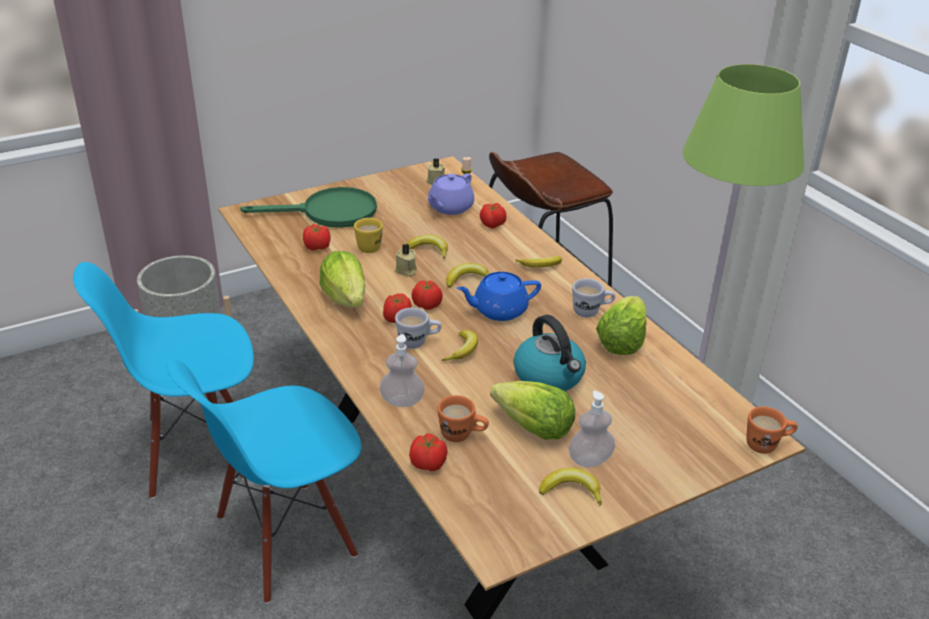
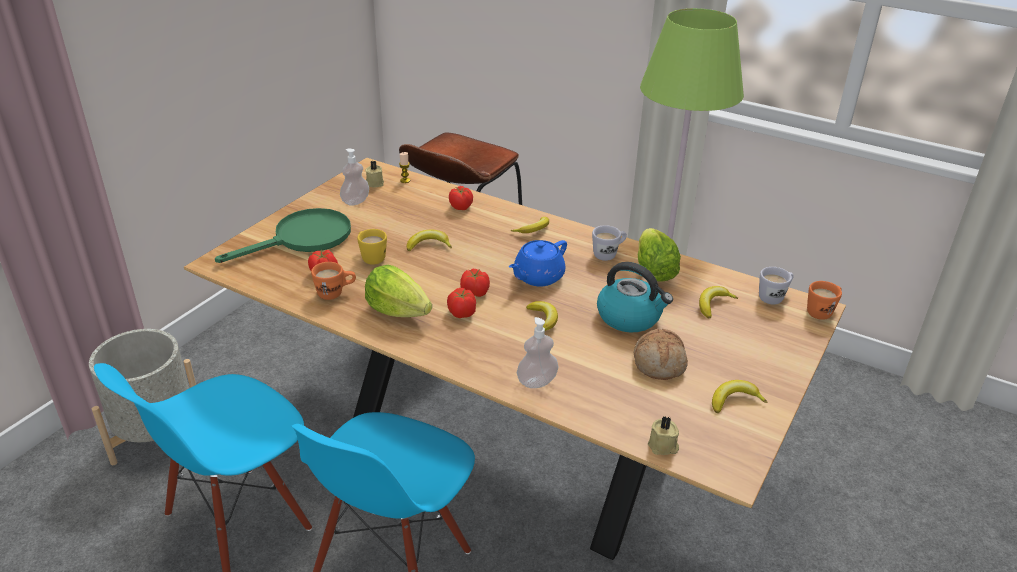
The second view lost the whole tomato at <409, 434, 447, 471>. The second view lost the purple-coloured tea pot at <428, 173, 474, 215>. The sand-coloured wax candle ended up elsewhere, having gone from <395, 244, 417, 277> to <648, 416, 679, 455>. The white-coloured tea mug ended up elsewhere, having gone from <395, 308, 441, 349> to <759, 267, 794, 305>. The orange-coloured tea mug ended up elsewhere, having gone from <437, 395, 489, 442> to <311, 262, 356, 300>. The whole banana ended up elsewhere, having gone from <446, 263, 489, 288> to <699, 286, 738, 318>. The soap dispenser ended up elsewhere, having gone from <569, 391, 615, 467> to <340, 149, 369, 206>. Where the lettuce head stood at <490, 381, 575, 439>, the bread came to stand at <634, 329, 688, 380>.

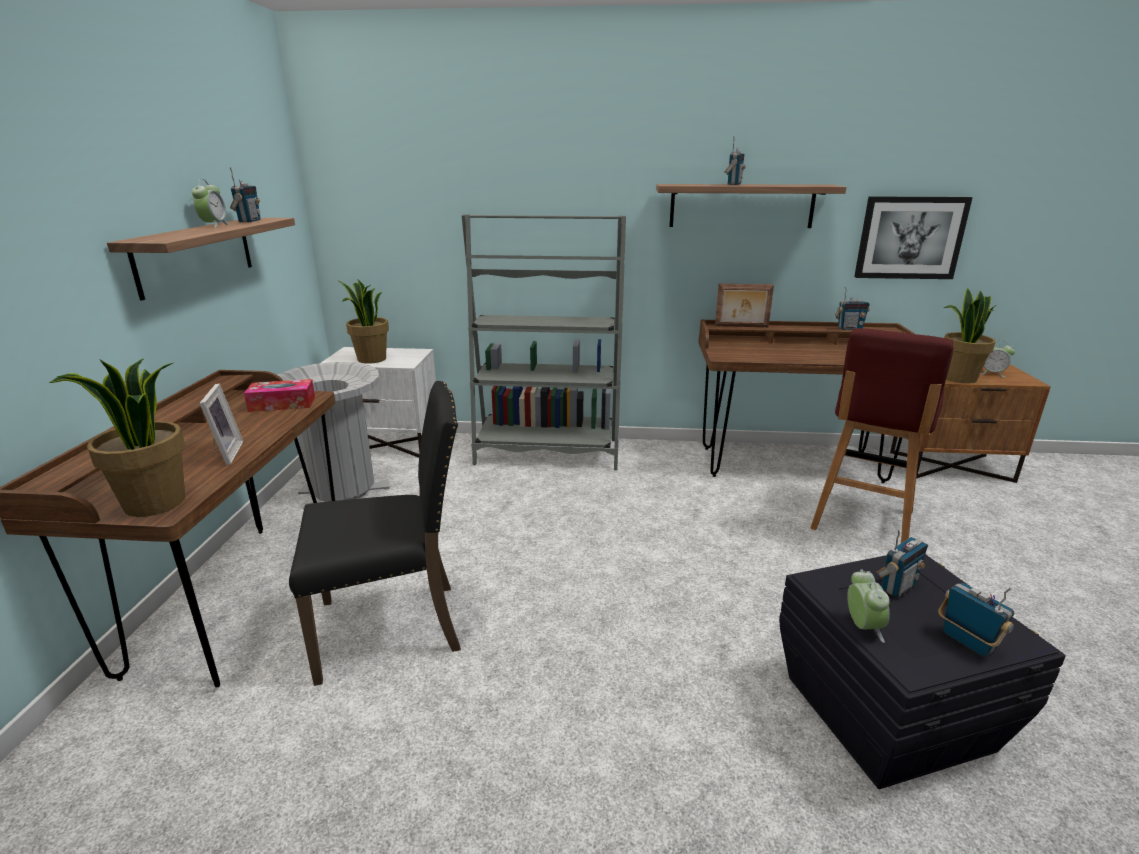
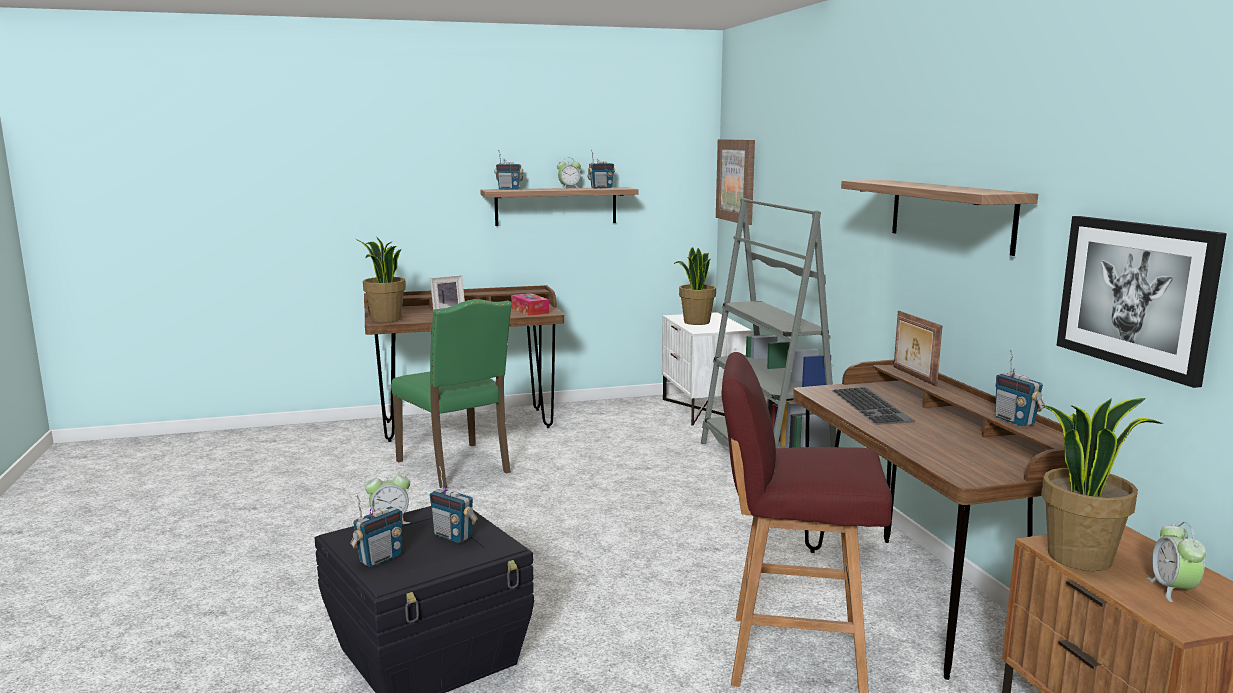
The second view lost the grey waste bin at <278, 362, 390, 509>. The second view gained the picture at <716, 139, 755, 225>. The second view gained the PC keyboard at <831, 387, 915, 425>. The radio ended up elsewhere, having gone from <724, 136, 745, 185> to <494, 150, 523, 190>. What was the black chair at <289, 381, 461, 686> turned into the green-coloured chair at <391, 299, 512, 488>.

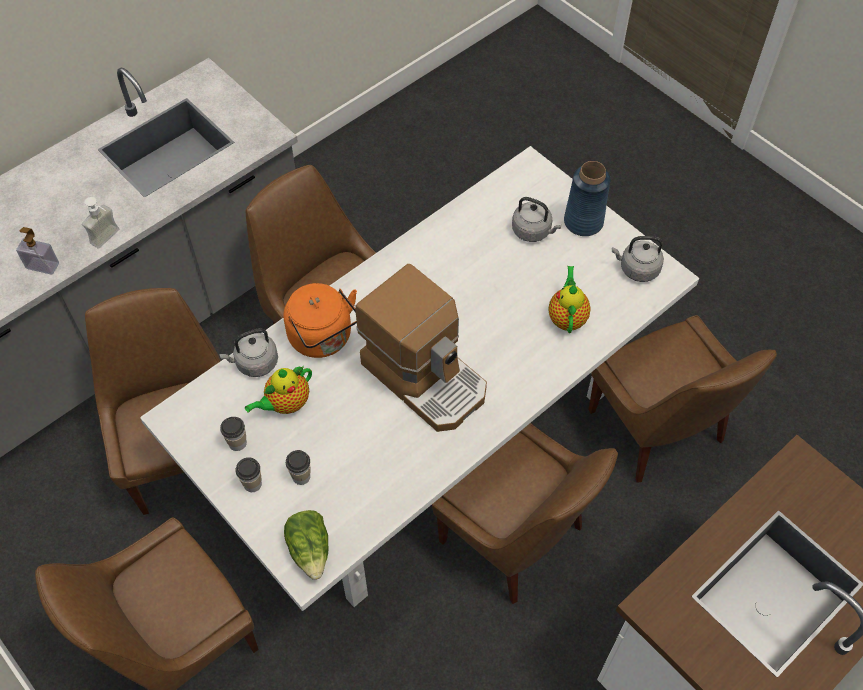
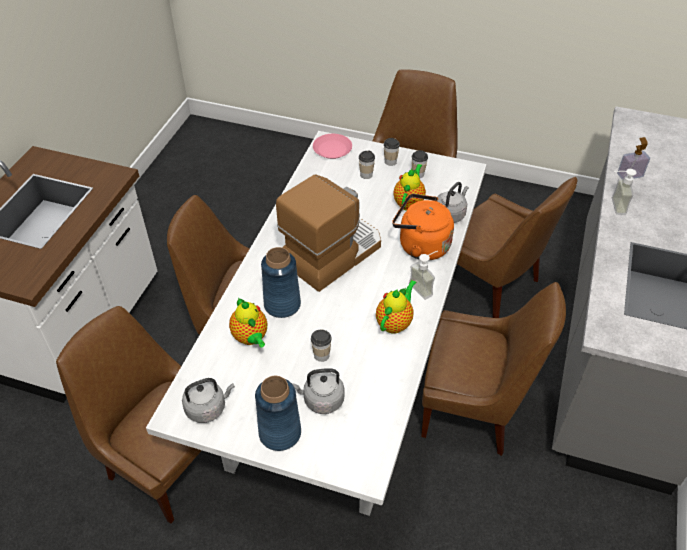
The second view gained the bluish flower vase at <261, 247, 301, 318>. The second view gained the cup at <311, 330, 332, 362>. The second view gained the tea pot at <376, 280, 417, 334>. The second view gained the soap dispenser at <409, 251, 438, 300>. Where the lettuce head stood at <284, 510, 328, 580>, the pinkish dinner plate came to stand at <313, 134, 352, 159>. The coffee machine at <355, 264, 487, 432> ended up facing another way, 120 degrees clockwise from before.

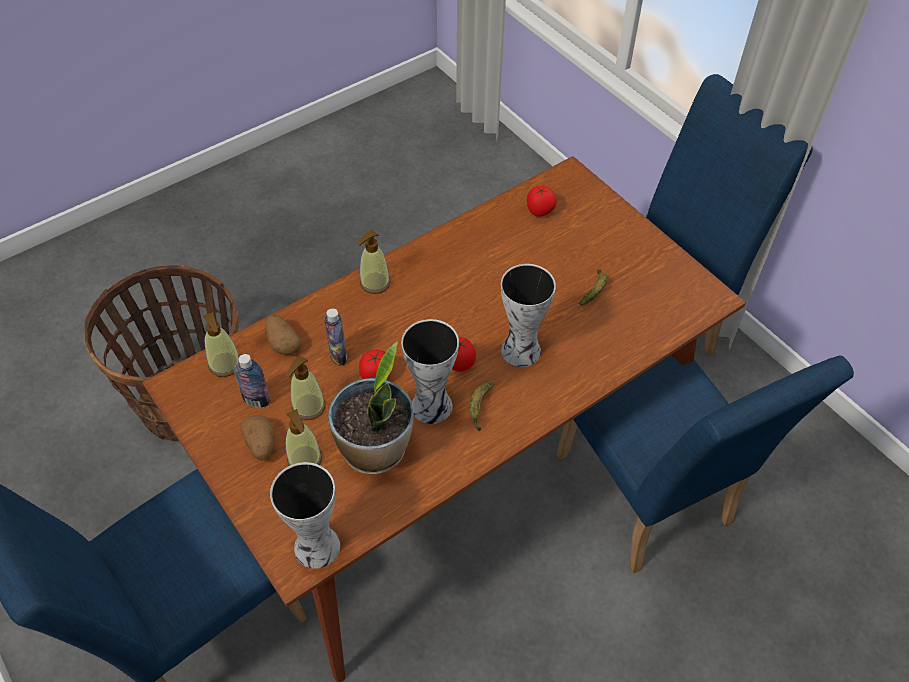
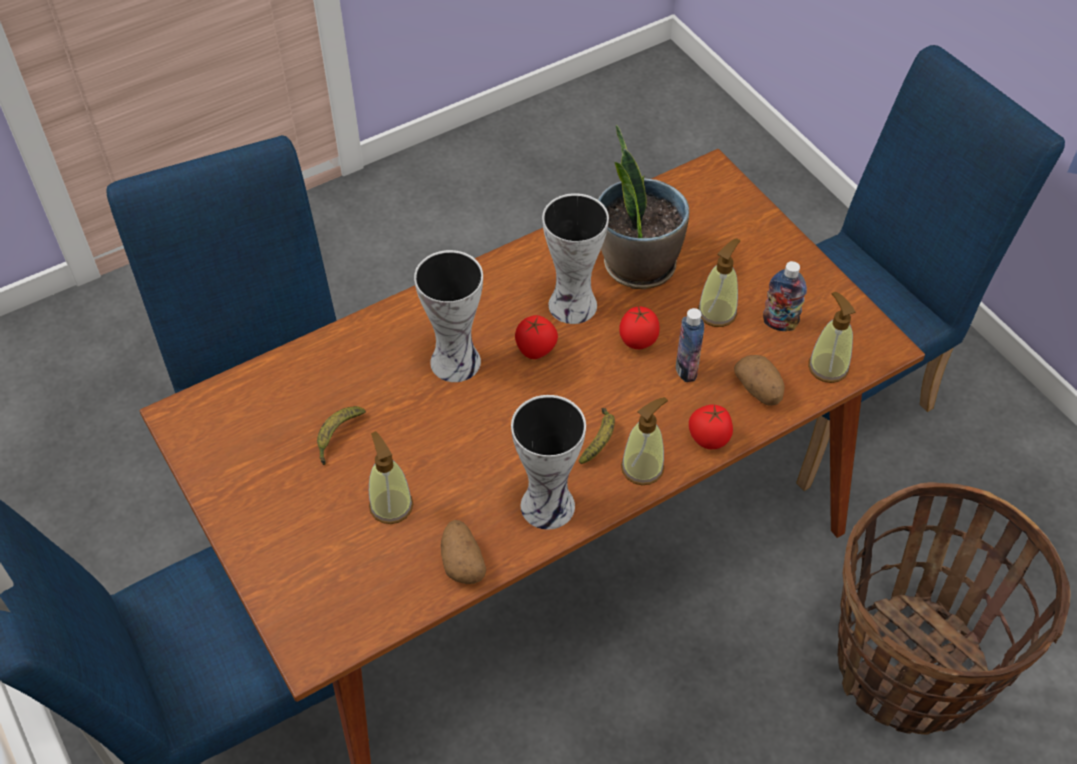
The whole potato ended up elsewhere, having gone from <241, 415, 275, 460> to <441, 520, 486, 584>. The flower vase ended up elsewhere, having gone from <270, 462, 340, 569> to <511, 395, 586, 530>. The soap dispenser ended up elsewhere, having gone from <286, 409, 322, 466> to <369, 431, 413, 524>. The whole banana ended up elsewhere, having gone from <470, 381, 495, 431> to <579, 408, 615, 464>. The whole tomato ended up elsewhere, having gone from <527, 185, 557, 217> to <689, 405, 733, 449>.

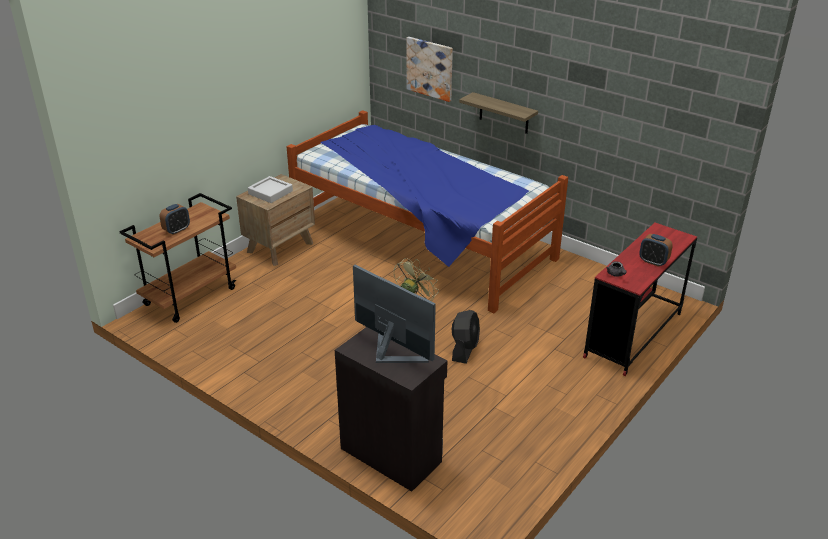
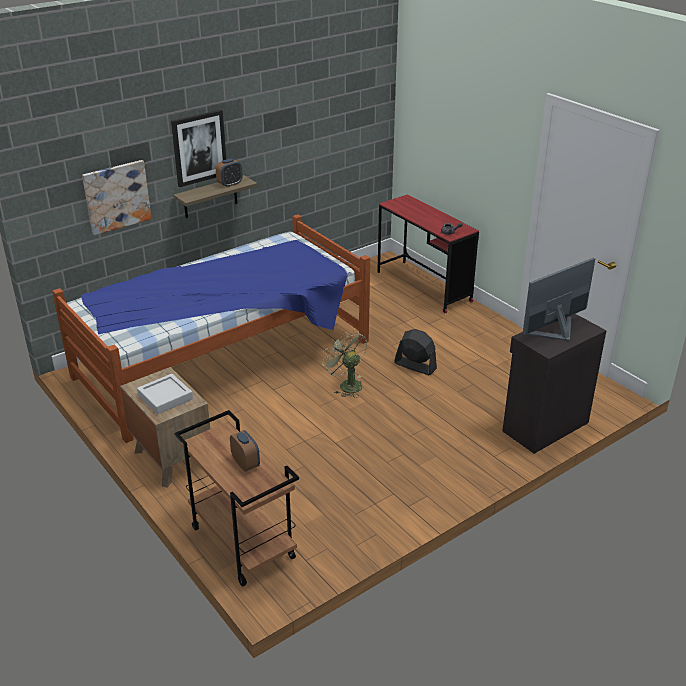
The second view gained the picture at <171, 110, 226, 187>. The alarm clock ended up elsewhere, having gone from <639, 234, 673, 267> to <216, 158, 243, 187>.

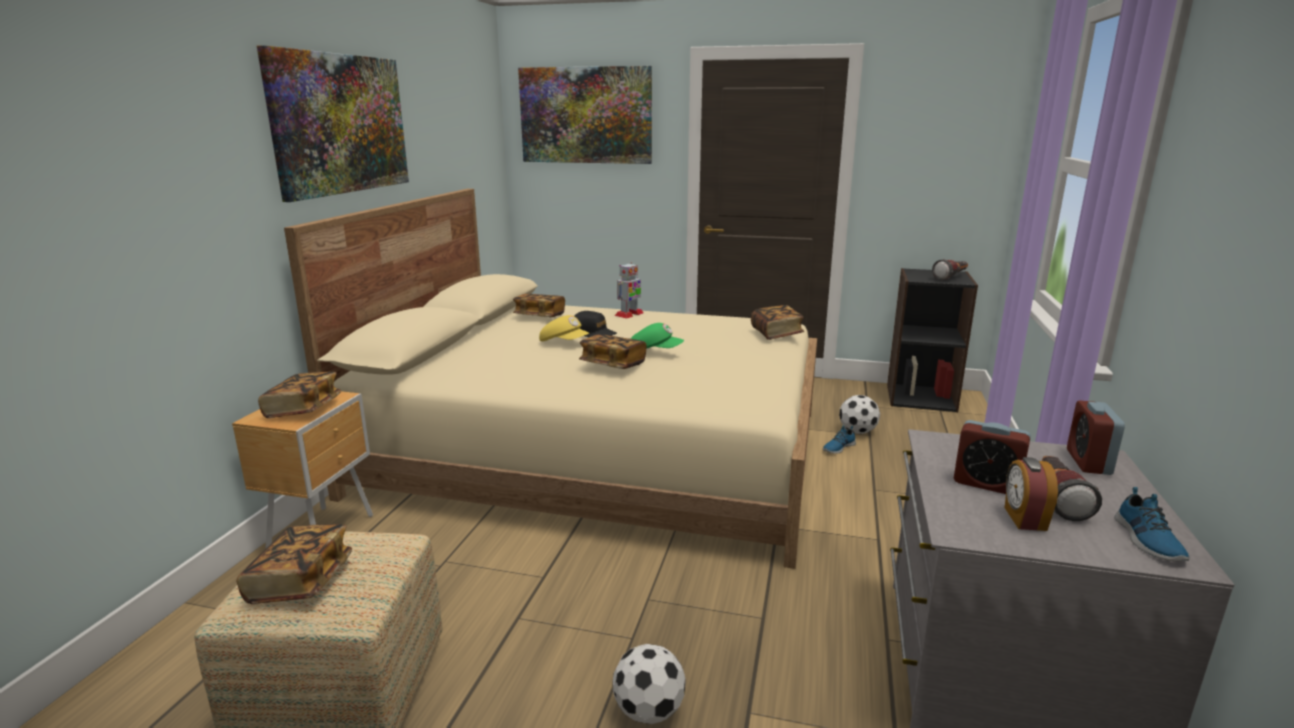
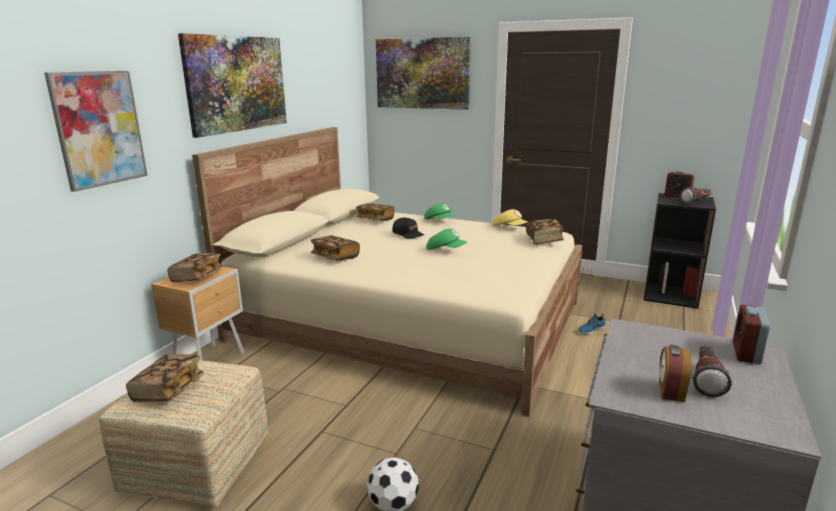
The second view lost the football ball at <839, 395, 880, 434>. The second view lost the item of footwear at <1115, 487, 1190, 561>. The second view gained the picture at <44, 71, 148, 192>. The yellowish cap ended up elsewhere, having gone from <539, 315, 589, 341> to <493, 209, 527, 226>. The bound book ended up elsewhere, having gone from <579, 334, 647, 369> to <311, 235, 360, 261>. The alarm clock ended up elsewhere, having gone from <954, 420, 1031, 494> to <665, 171, 695, 198>. Where the model robot stood at <615, 262, 644, 319>, the green-coloured cap came to stand at <424, 203, 456, 219>.

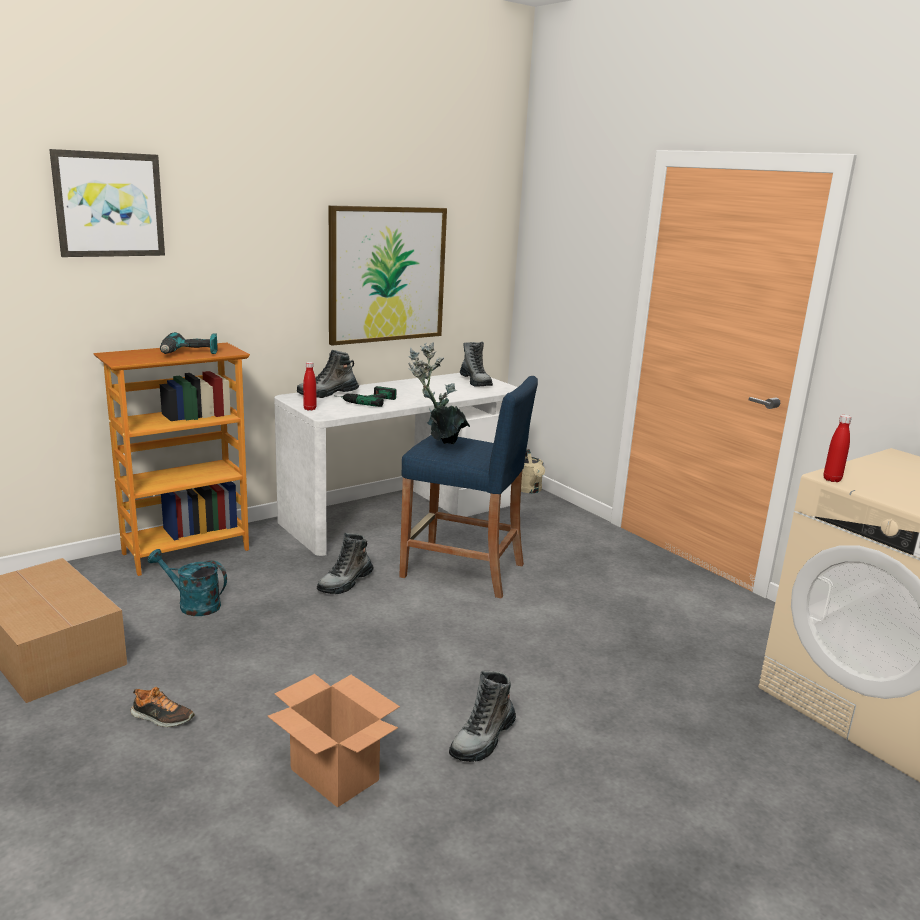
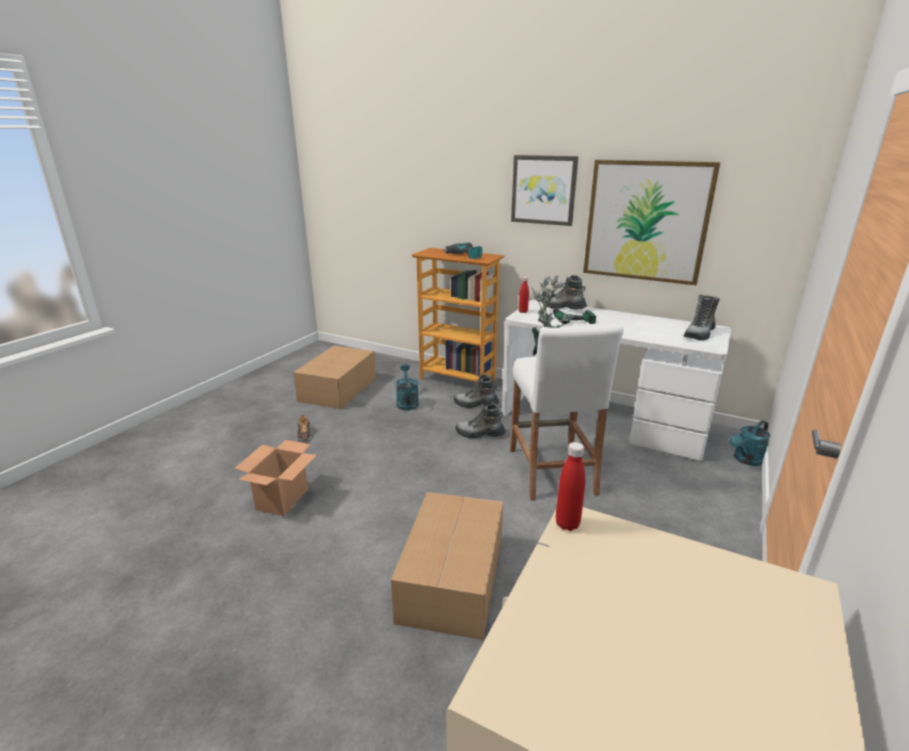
The second view gained the cardboard box at <391, 492, 503, 640>. The picture ended up elsewhere, having gone from <49, 149, 165, 257> to <511, 155, 578, 226>. The boot ended up elsewhere, having gone from <449, 671, 516, 762> to <454, 374, 499, 408>. What was the bluish stool at <399, 376, 538, 599> turned into the white-coloured stool at <510, 324, 623, 500>. What was the sand-coloured watering pot at <521, 449, 545, 493> turned into the turquoise-coloured watering pot at <729, 421, 771, 466>.

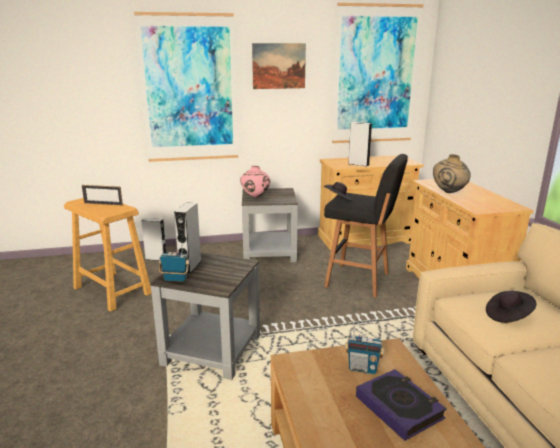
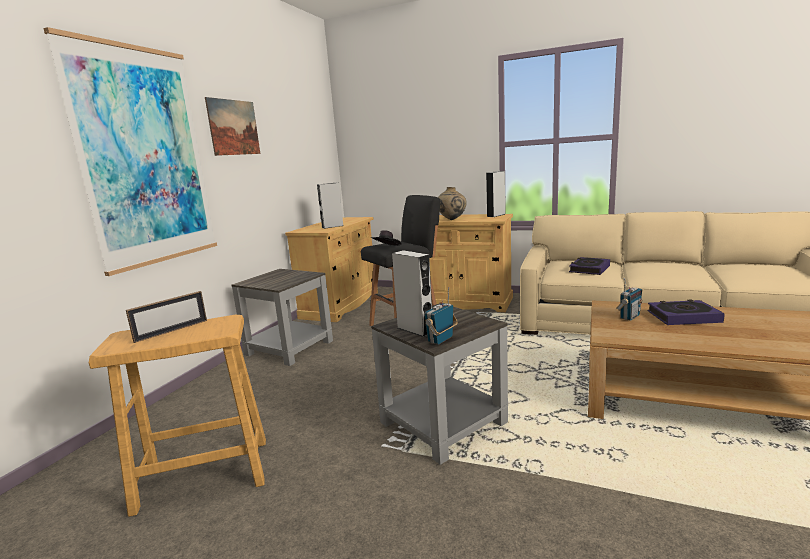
The second view lost the pinkish flower vase at <240, 166, 270, 198>. The second view lost the picture at <332, 3, 424, 143>. The grey loudspeaker ended up elsewhere, having gone from <141, 218, 166, 261> to <486, 171, 505, 217>. Where the black wearable hat stood at <486, 291, 537, 323>, the bound book came to stand at <569, 257, 610, 275>.

